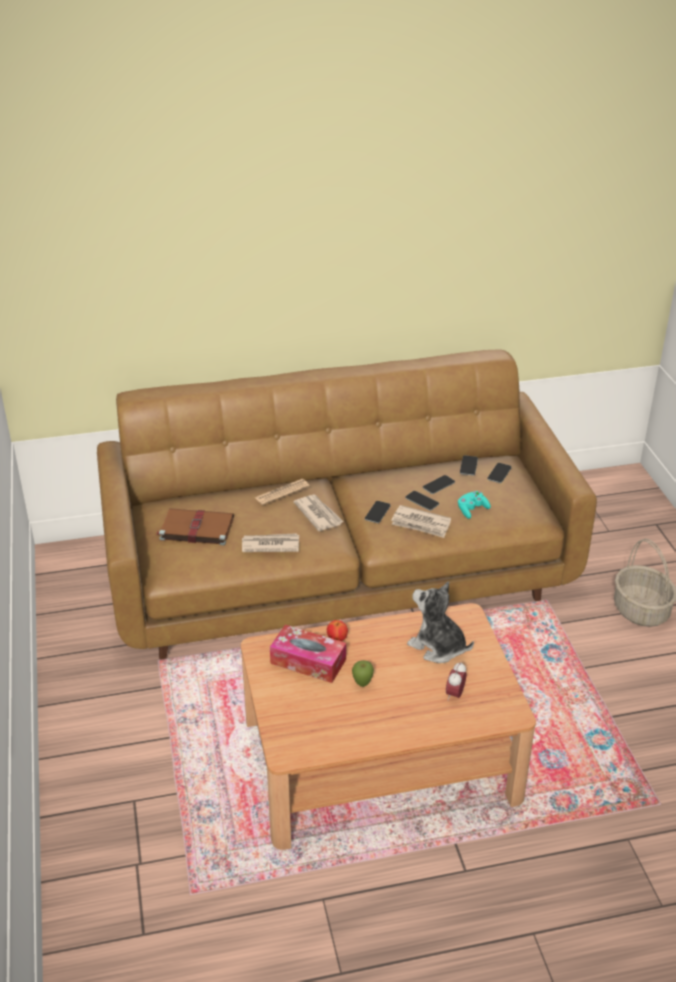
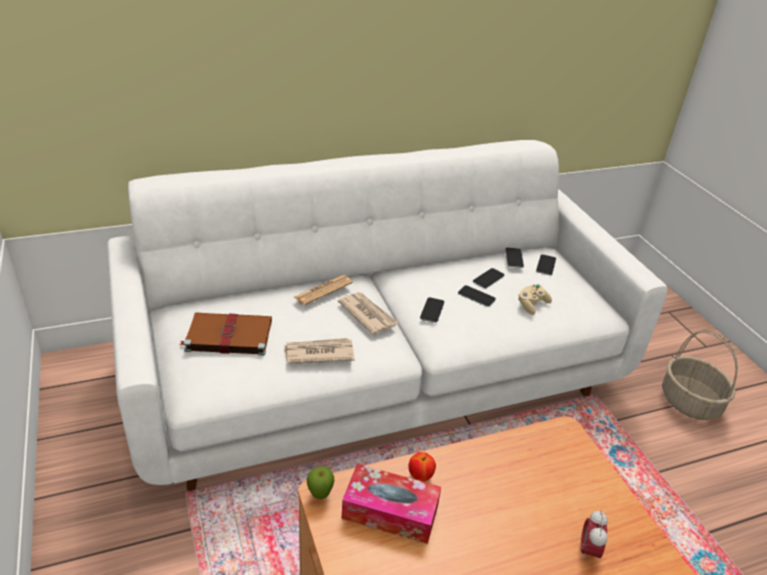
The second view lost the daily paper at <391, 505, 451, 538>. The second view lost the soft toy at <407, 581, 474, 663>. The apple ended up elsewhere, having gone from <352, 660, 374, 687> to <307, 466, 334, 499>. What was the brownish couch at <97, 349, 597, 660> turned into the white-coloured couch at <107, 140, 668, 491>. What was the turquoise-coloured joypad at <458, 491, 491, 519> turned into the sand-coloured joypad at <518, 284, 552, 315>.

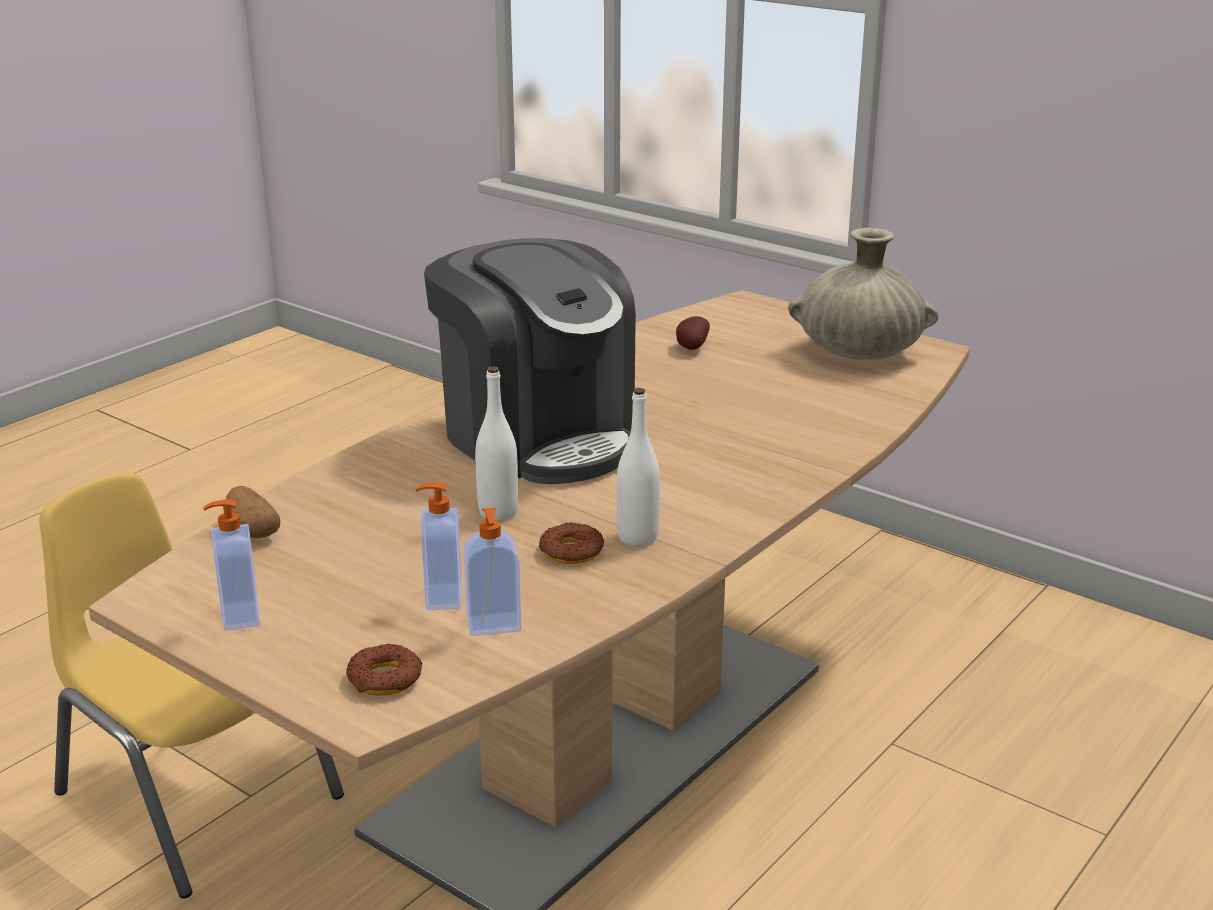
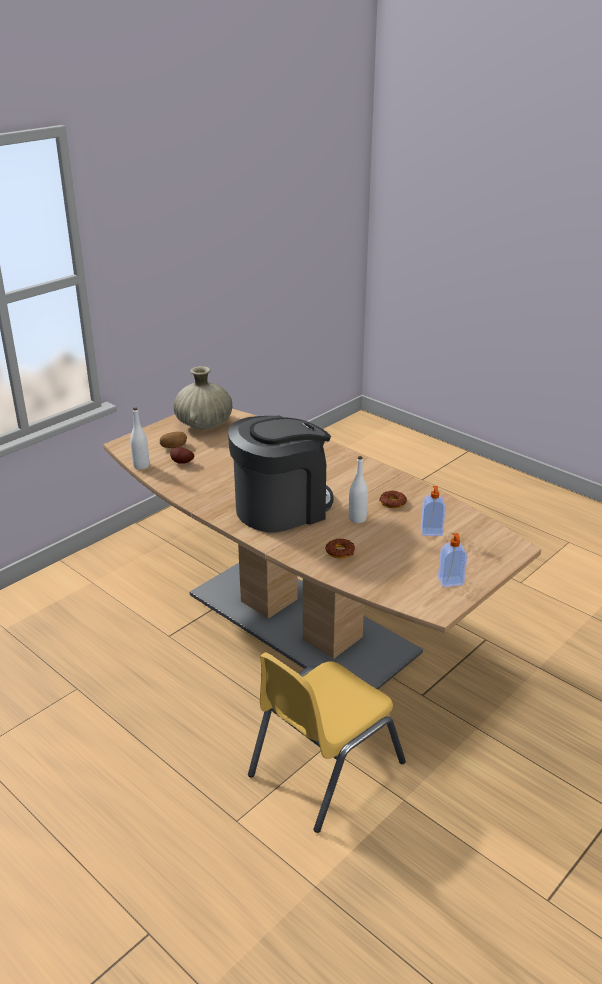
The second view lost the soap dispenser at <463, 507, 521, 636>. The whole potato ended up elsewhere, having gone from <226, 486, 280, 538> to <160, 432, 187, 448>. The doughnut ended up elsewhere, having gone from <346, 644, 422, 696> to <325, 539, 355, 559>. The white-coloured bottle ended up elsewhere, having gone from <617, 388, 660, 546> to <130, 407, 149, 470>.

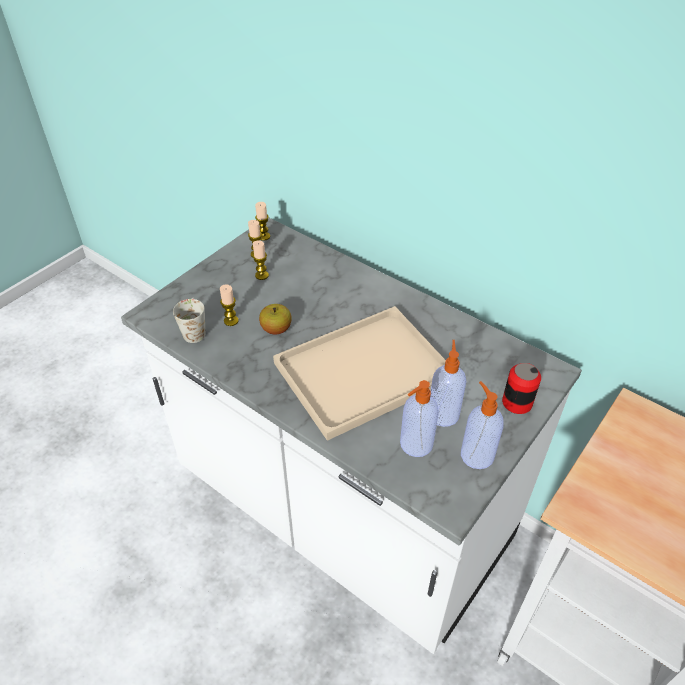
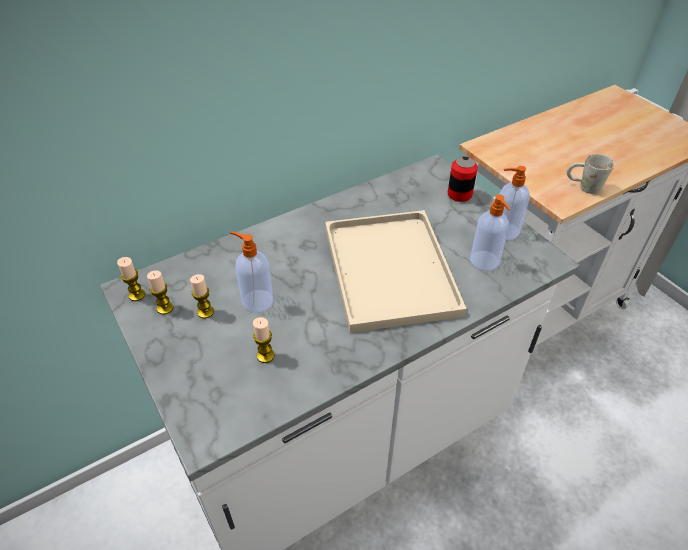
The second view lost the apple at <259, 304, 291, 335>. The white-coloured tea mug ended up elsewhere, having gone from <173, 298, 205, 343> to <567, 154, 615, 194>. The soap dispenser ended up elsewhere, having gone from <431, 340, 466, 427> to <230, 231, 273, 313>.

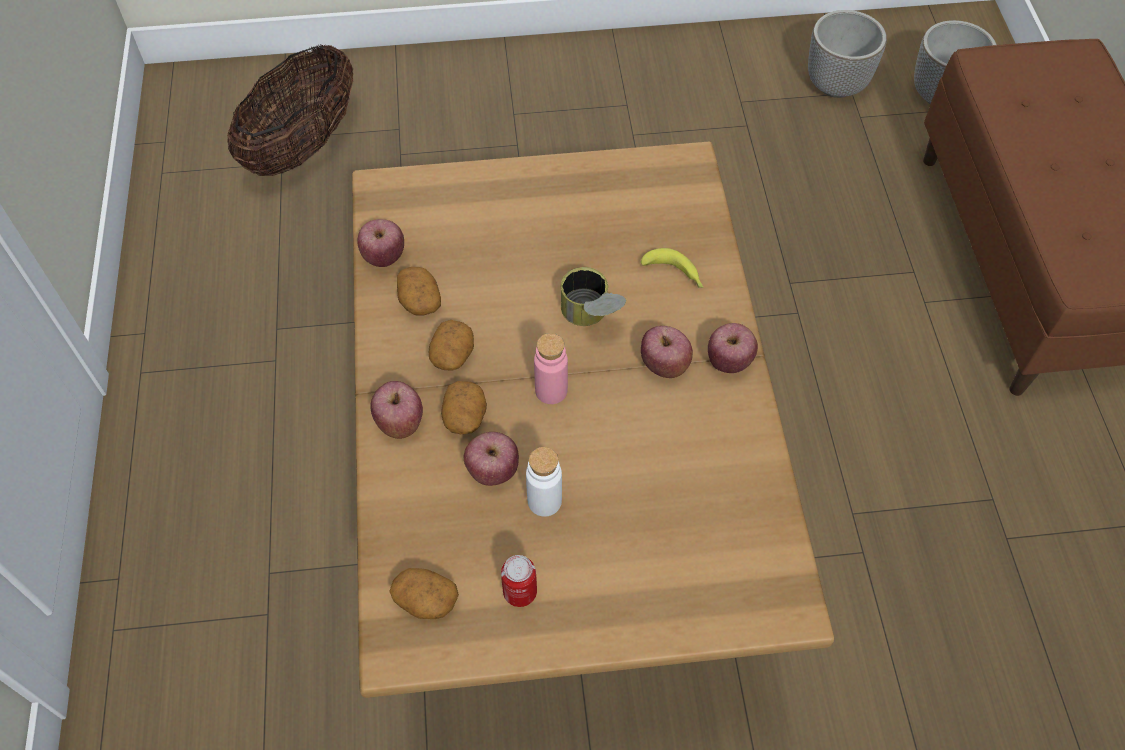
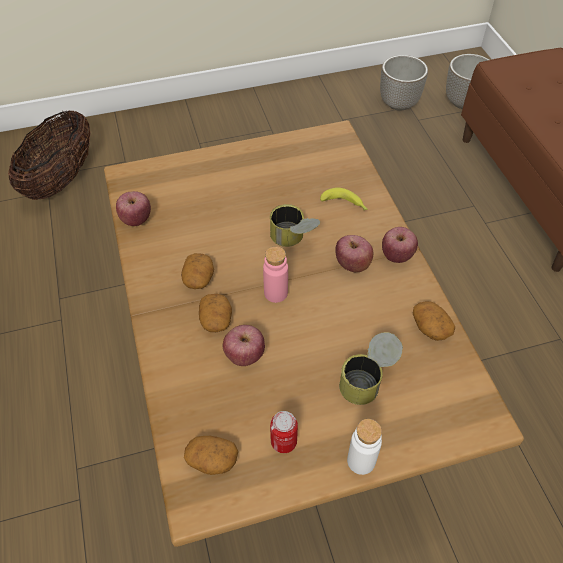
The second view lost the apple at <370, 381, 423, 439>. The second view gained the can at <339, 332, 403, 405>. The whole potato ended up elsewhere, having gone from <397, 267, 441, 315> to <413, 301, 455, 341>. The white-coloured bottle ended up elsewhere, having gone from <526, 447, 562, 517> to <347, 419, 382, 475>.

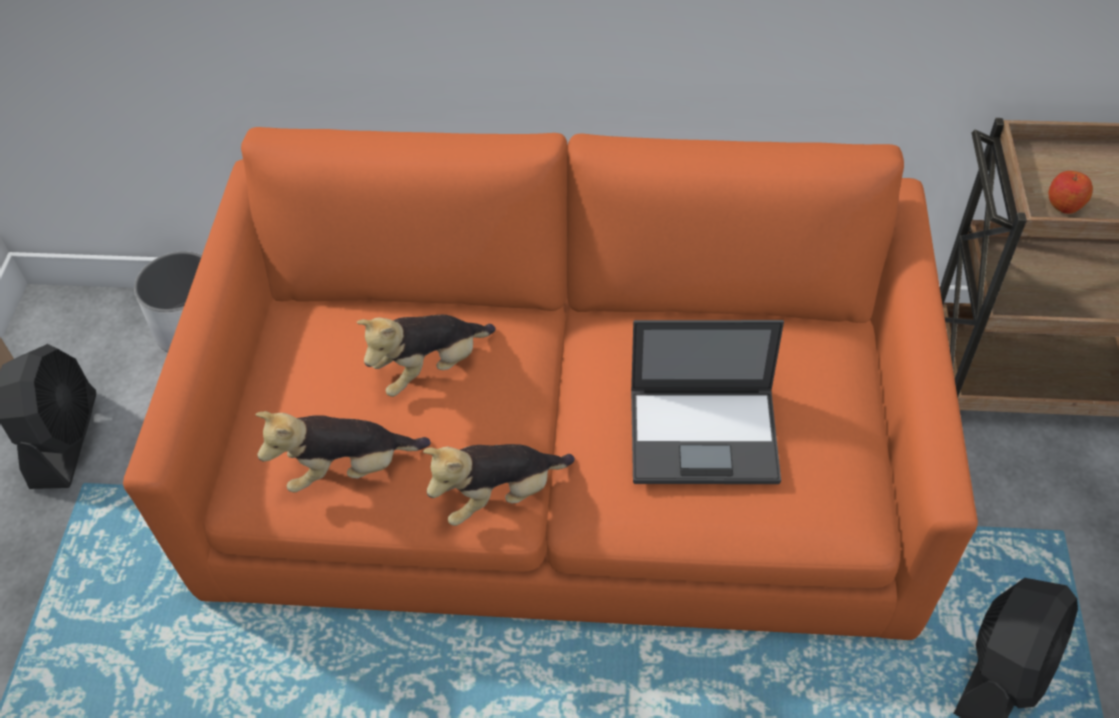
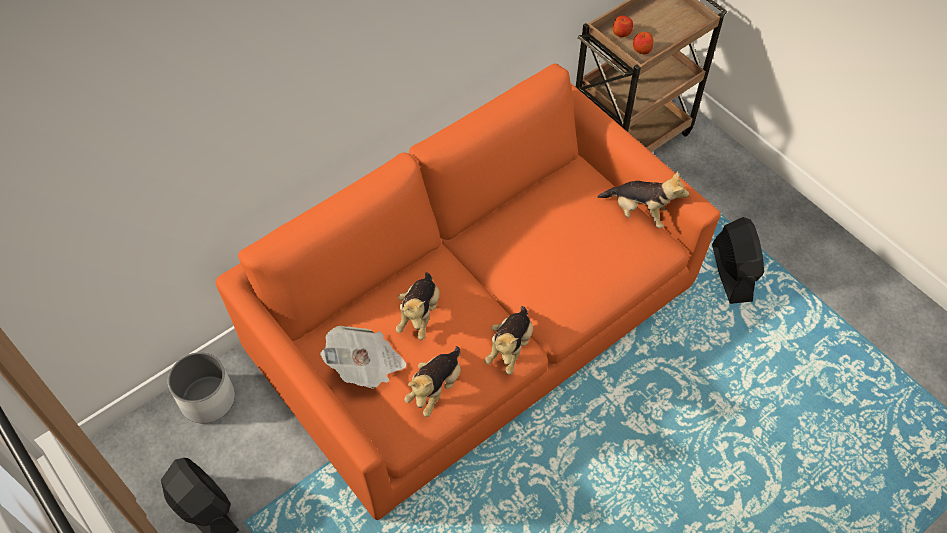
The second view lost the notebook computer at <631, 320, 784, 484>. The second view gained the daily paper at <320, 326, 406, 389>. The second view gained the soft toy at <597, 171, 689, 228>. The second view gained the apple at <612, 15, 633, 37>.

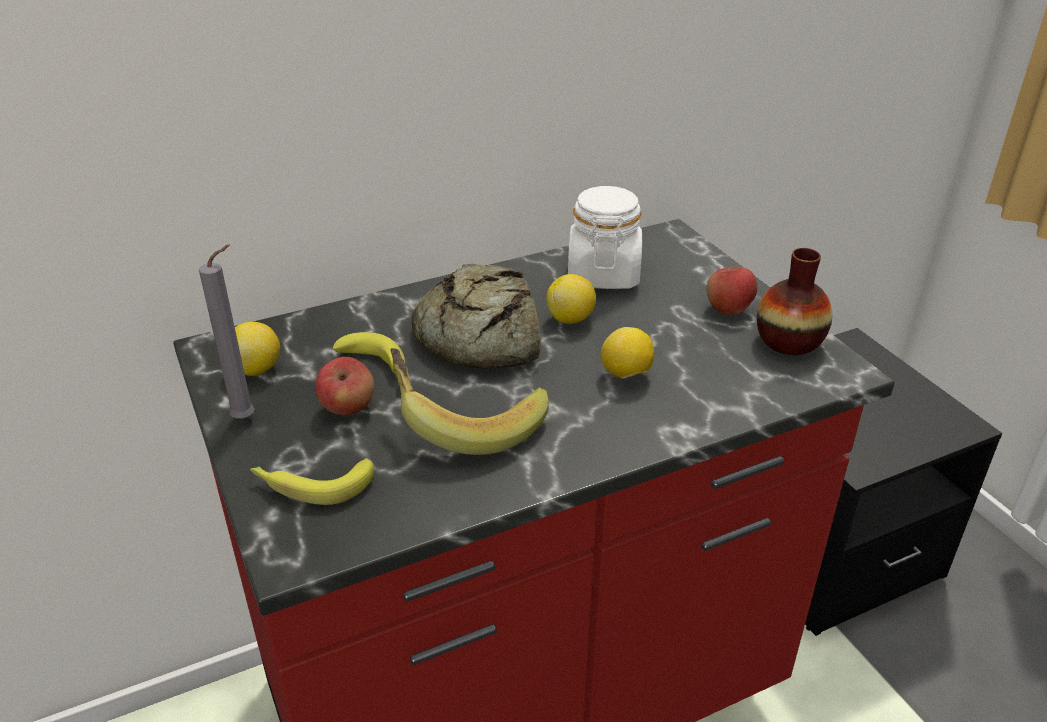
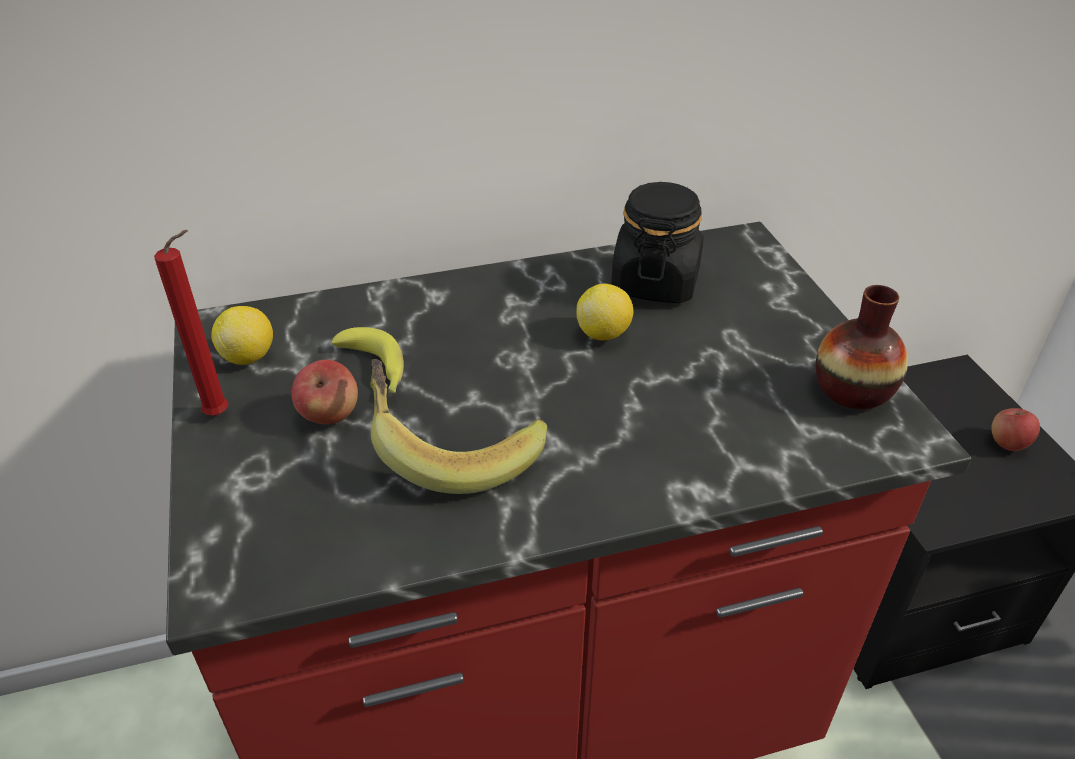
The second view lost the whole banana at <250, 458, 374, 505>. The second view lost the bread at <412, 264, 541, 369>. The second view lost the lemon at <601, 327, 654, 379>. The apple ended up elsewhere, having gone from <707, 267, 757, 315> to <991, 408, 1040, 451>. What was the grey wax candle at <199, 244, 254, 419> turned into the red wax candle at <154, 230, 229, 416>. What was the white-coloured preserve jar at <568, 186, 642, 289> turned into the black preserve jar at <611, 182, 704, 303>.

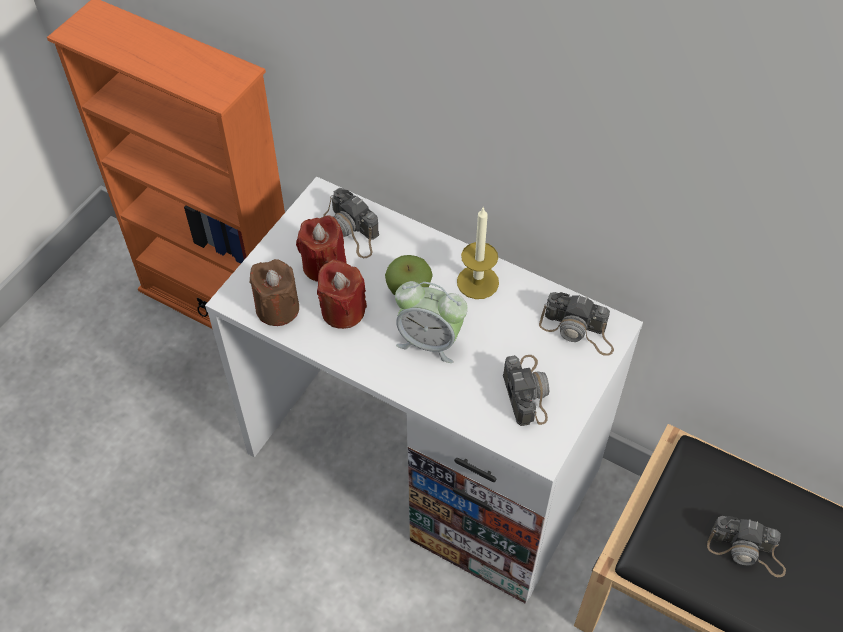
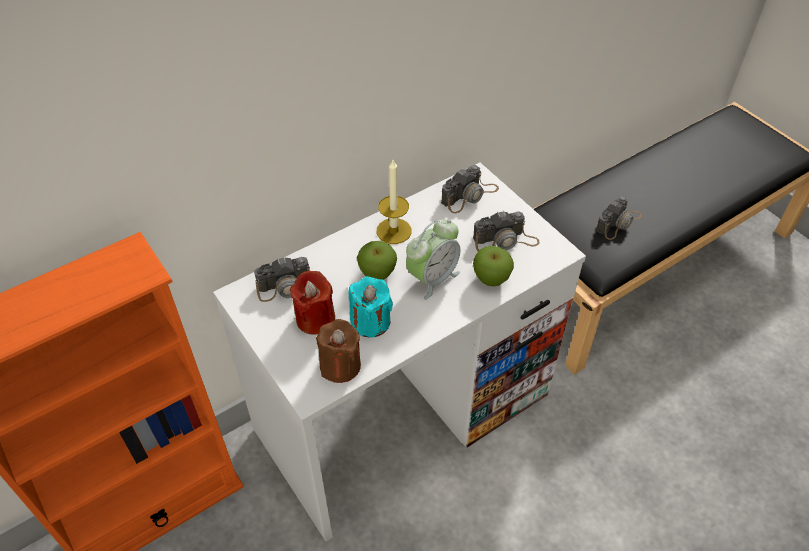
The second view gained the apple at <473, 246, 514, 286>. What was the red wax candle at <317, 259, 367, 329> turned into the turquoise-coloured wax candle at <348, 276, 393, 337>. The still camera at <503, 355, 549, 426> ended up facing another way, 150 degrees clockwise from before.

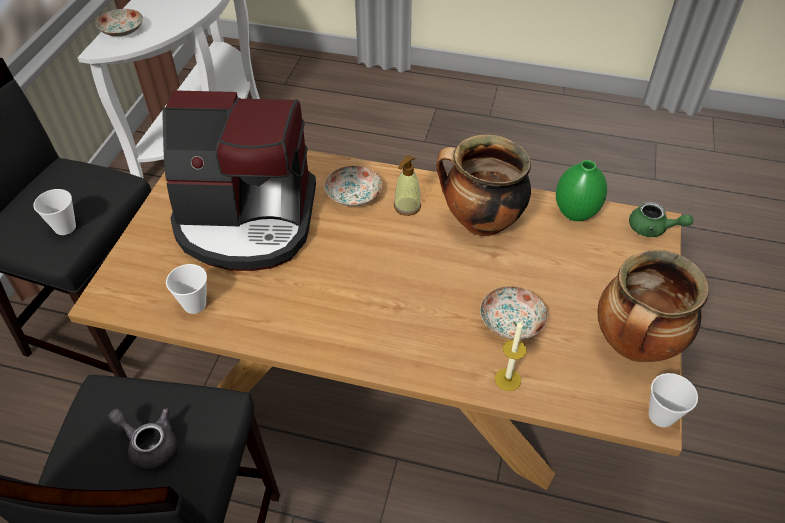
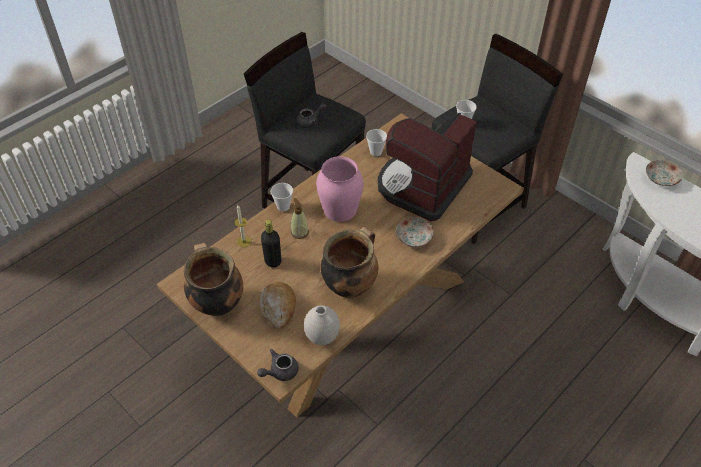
The second view gained the bread at <260, 282, 296, 329>. The second view gained the pinkish flower vase at <316, 156, 363, 222>. The soap dispenser ended up elsewhere, having gone from <394, 155, 421, 216> to <291, 198, 309, 239>. The cup ended up elsewhere, having gone from <649, 373, 698, 427> to <271, 183, 293, 211>. Where the dinner plate stood at <480, 286, 548, 339>, the black bottle came to stand at <261, 220, 281, 268>. What was the green-coloured flower vase at <556, 160, 607, 221> turned into the white-coloured flower vase at <304, 305, 340, 345>. What was the green-coloured tea pot at <629, 202, 693, 237> turned into the grey tea pot at <257, 349, 299, 381>.

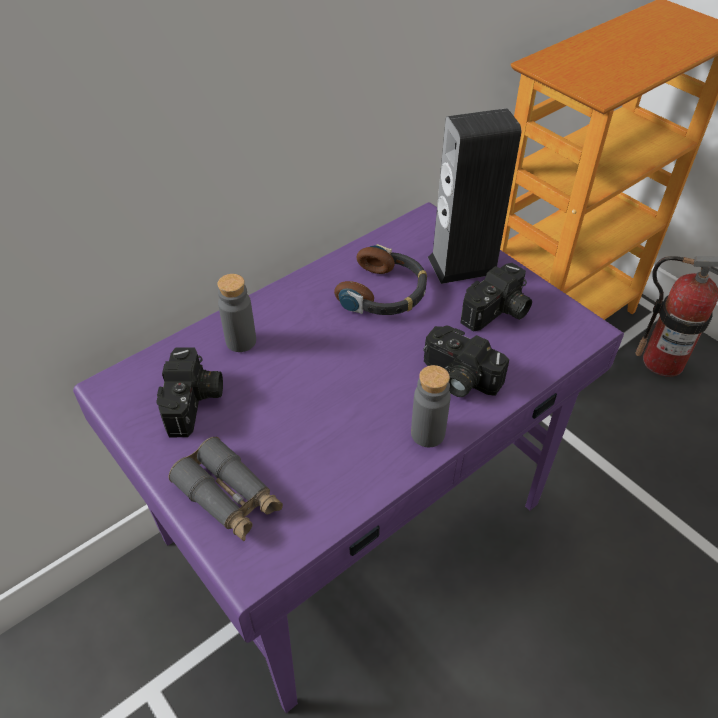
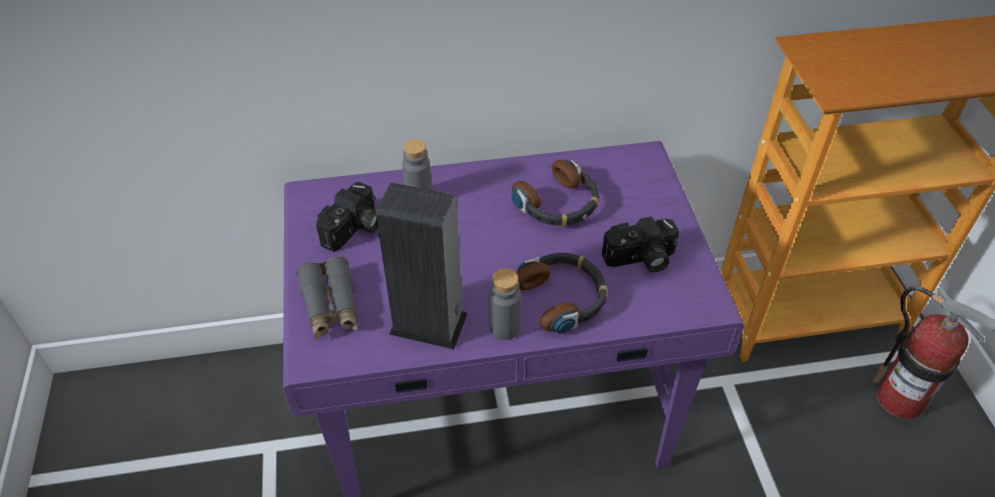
The loudspeaker ended up elsewhere, having gone from <428, 108, 521, 284> to <376, 183, 468, 350>. Where the still camera stood at <423, 326, 509, 397>, the pair of headphones came to stand at <516, 253, 608, 334>.

